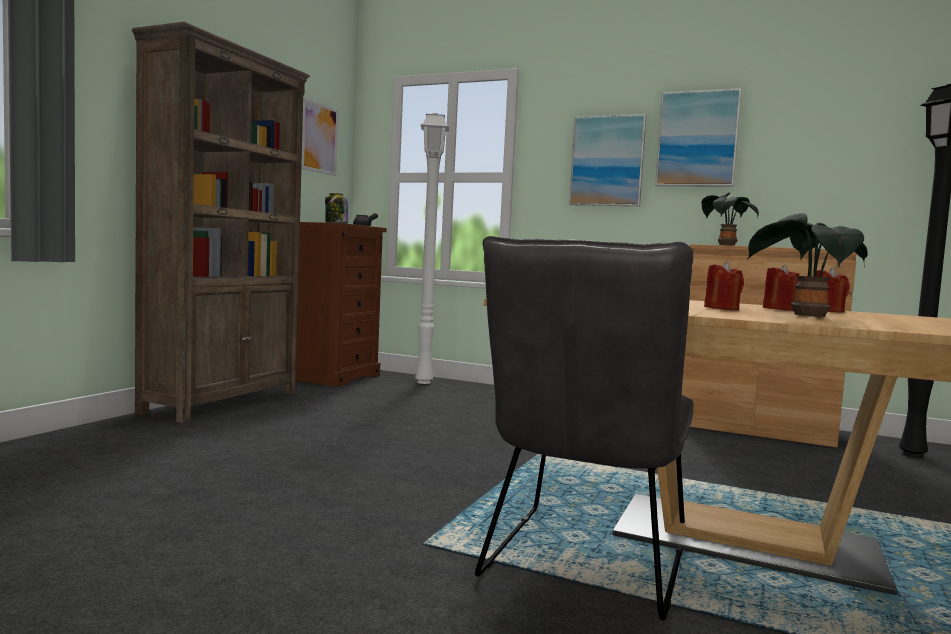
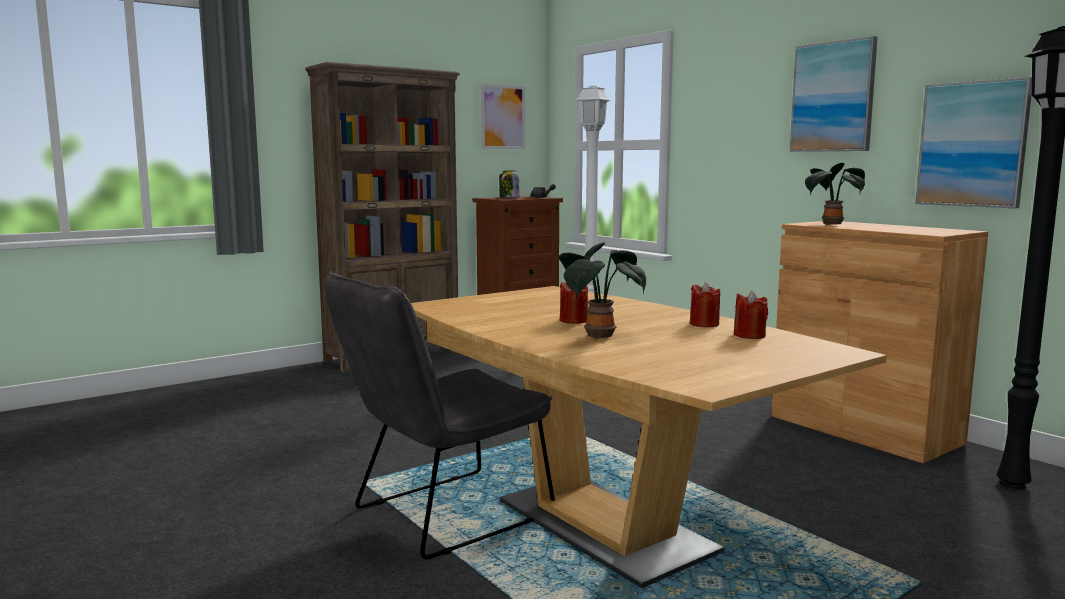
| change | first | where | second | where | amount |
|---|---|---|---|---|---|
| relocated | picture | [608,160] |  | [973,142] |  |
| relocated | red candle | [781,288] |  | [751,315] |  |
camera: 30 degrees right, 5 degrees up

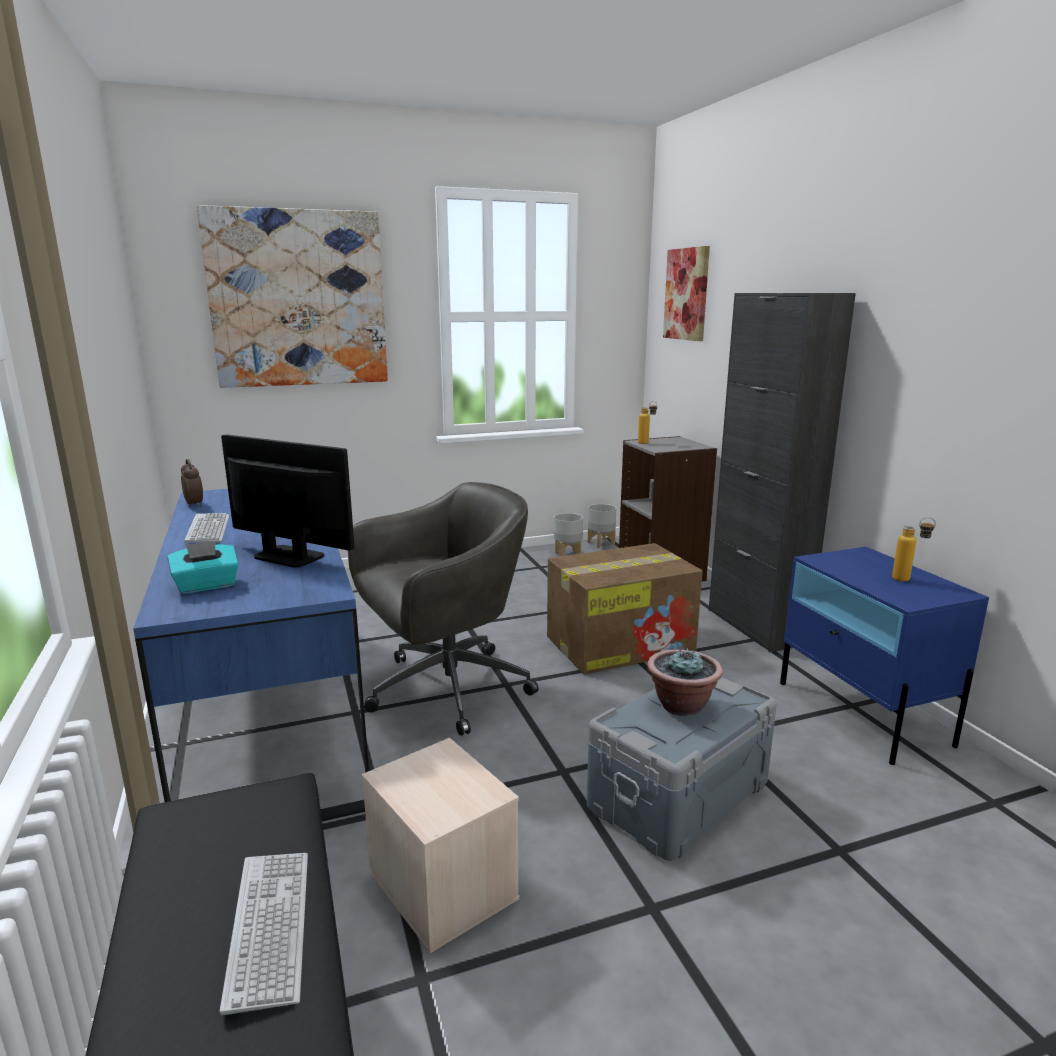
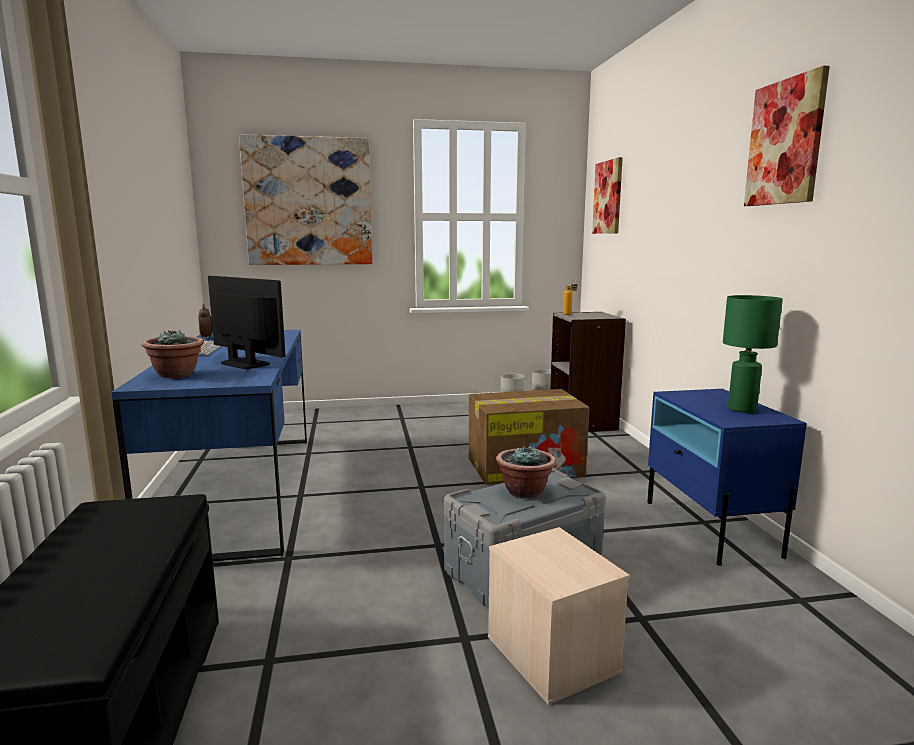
| change | first | where | second | where | amount |
|---|---|---|---|---|---|
| missing | black cabinet | [782,472] |  |  |  |
| missing | grey office chair | [443,609] |  |  |  |
| exchanged | bottle | [914,549] | green table lamp | [753,354] |  |
| exchanged | turquoise tissue box | [203,567] | potted plant | [173,354] |  |
| relocated | beige storage box | [441,845] |  | [559,616] |  |
| missing | keyboard | [264,934] |  |  |  |
| appeared |  |  | picture | [787,136] |  |
camera: 10 degrees right, 5 degrees down

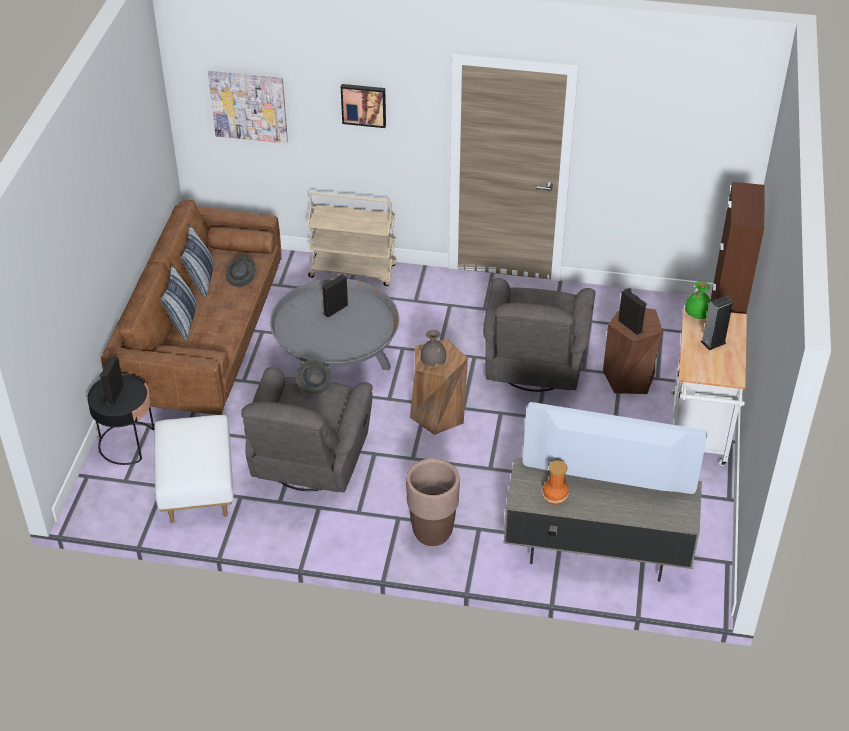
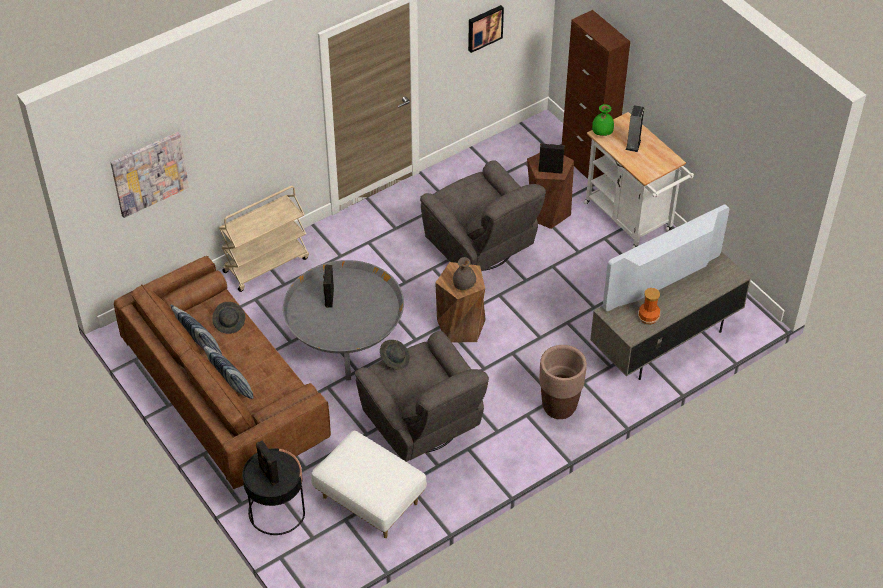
| change | first | where | second | where | amount |
|---|---|---|---|---|---|
| relocated | picture | [363,106] |  | [486,29] |  |
camera: 45 degrees left, 5 degrees up

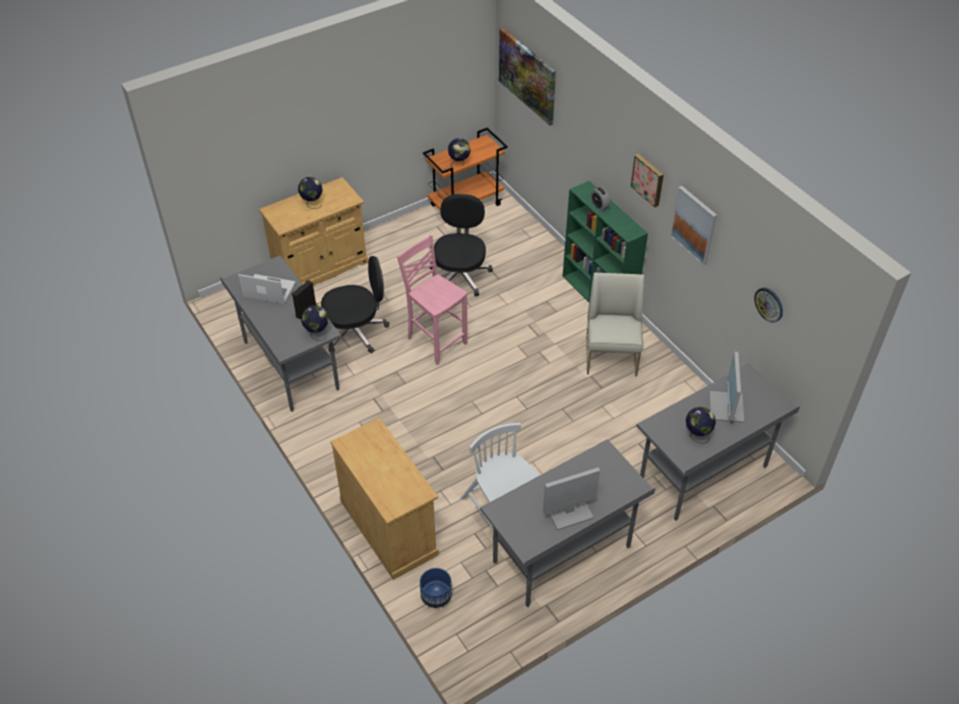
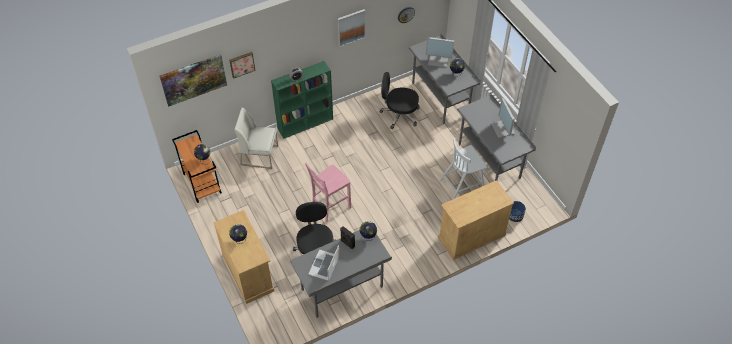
| change | first | where | second | where | amount |
|---|---|---|---|---|---|
| relocated | picture | [647,180] |  | [242,65] |  |
| relocated | black office chair | [461,245] |  | [399,100] |  |
| relocated | white chair | [615,325] |  | [256,138] |  |
camera: 85 degrees left, 5 degrees up

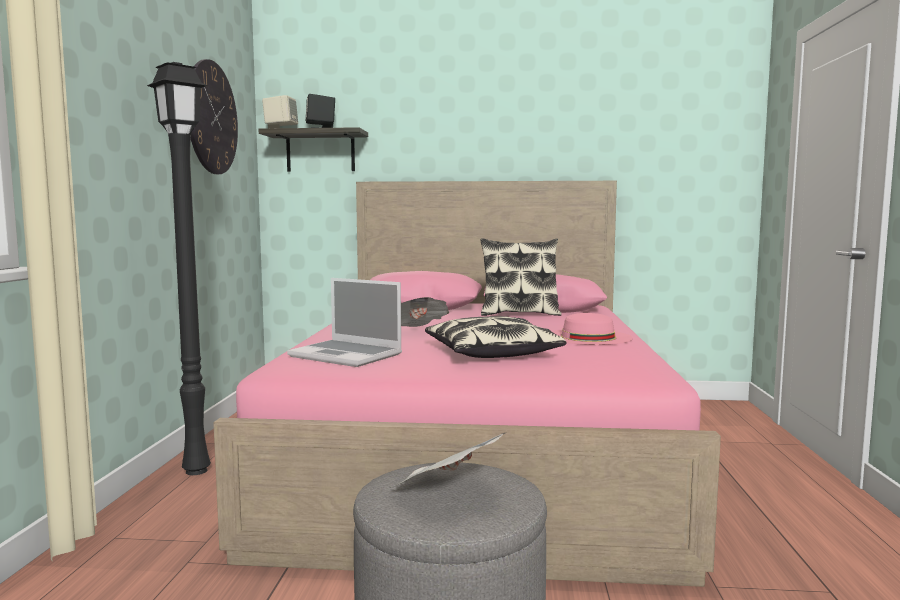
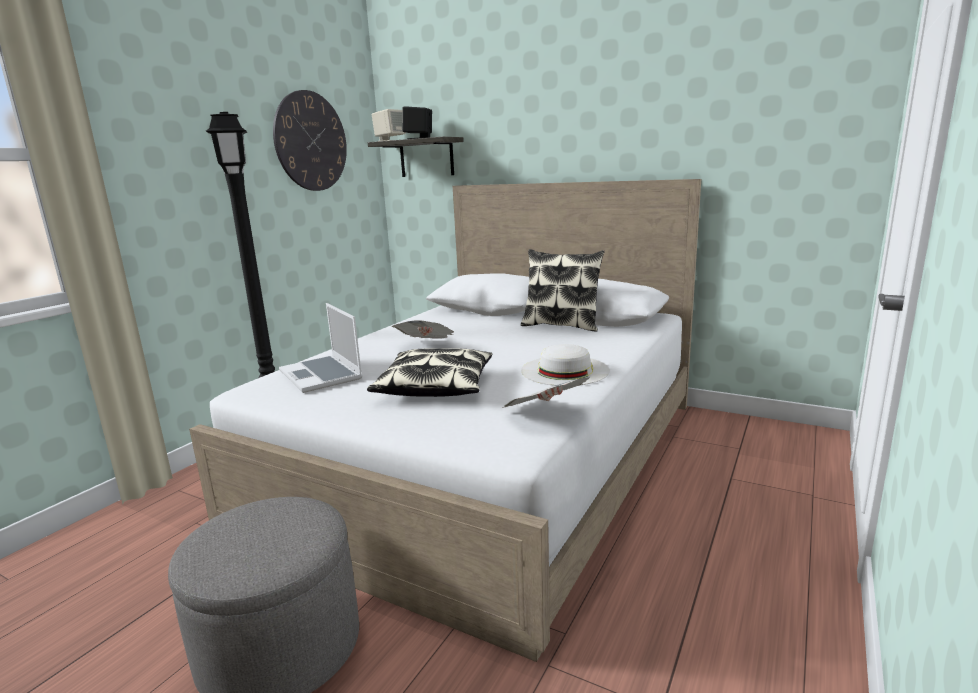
| change | first | where | second | where | amount |
|---|---|---|---|---|---|
| colour | pink bed | [467,384] | white bed | [445,420] |  |
| colour | pink hat | [592,329] | white hat | [565,365] |  |
| relocated | newspaper | [447,460] |  | [546,392] |  |
camera: 25 degrees right, 10 degrees up

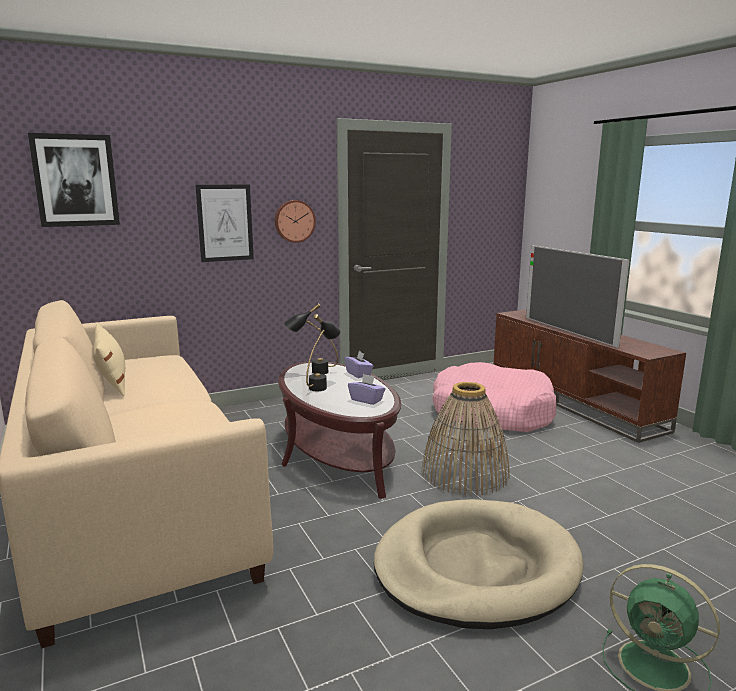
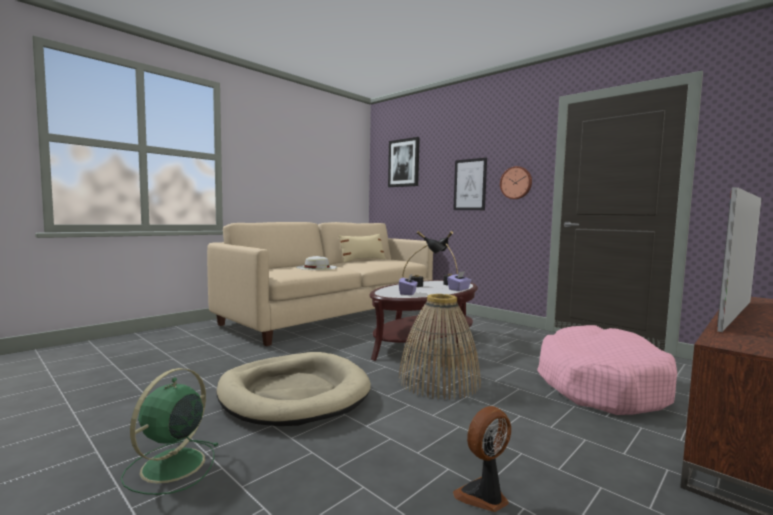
| change | first | where | second | where | amount |
|---|---|---|---|---|---|
| appeared |  |  | white hat | [317,263] |  |
| appeared |  |  | fan | [482,459] |  |
camera: 70 degrees right, 10 degrees down

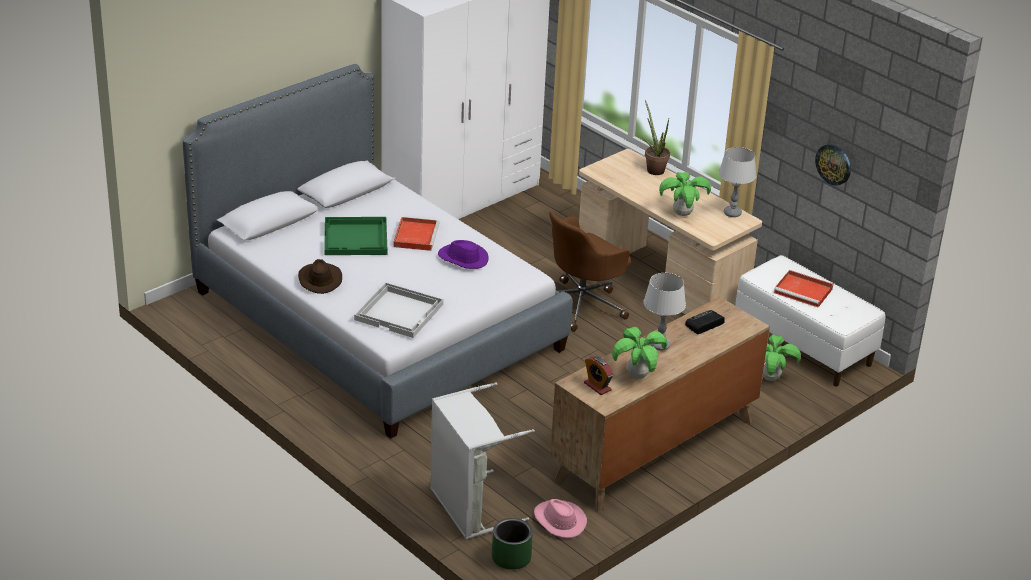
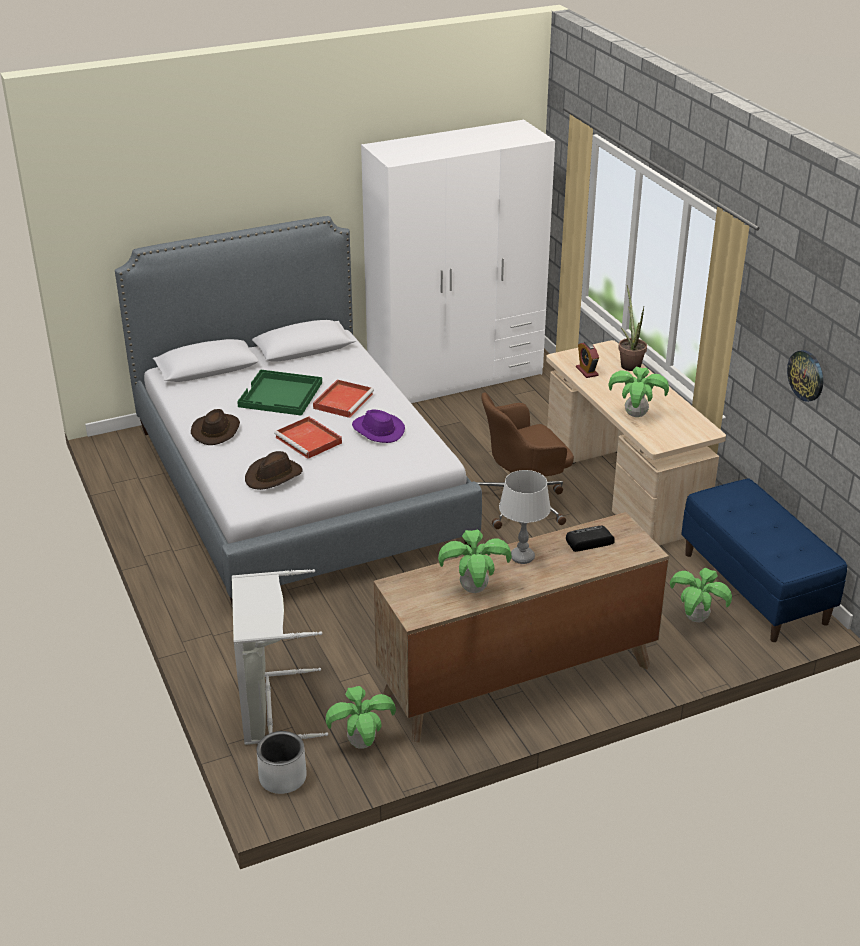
| change | first | where | second | where | amount |
|---|---|---|---|---|---|
| missing | grey table lamp | [737,182] |  |  |  |
| colour | white bench | [810,321] | blue bench | [764,560] |  |
| relocated | red tray | [803,288] |  | [308,437] |  |
| exchanged | white tray | [398,310] | brown hat | [274,470] |  |
| relocated | alarm clock | [599,375] |  | [587,359] |  |
| exchanged | pink hat | [560,518] | potted plant | [360,717] |  |
| colour | green planter | [512,544] | grey planter | [282,762] |  |
camera: 20 degrees right, 0 degrees up

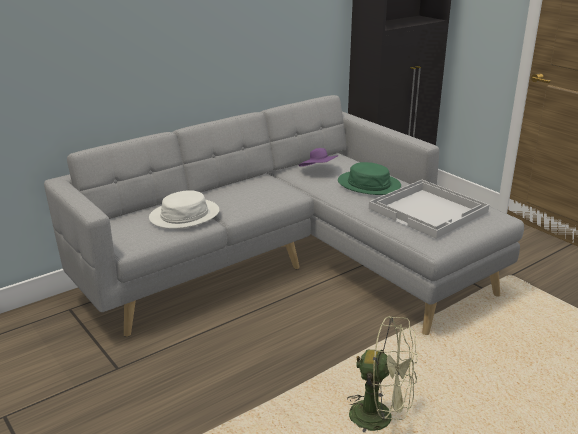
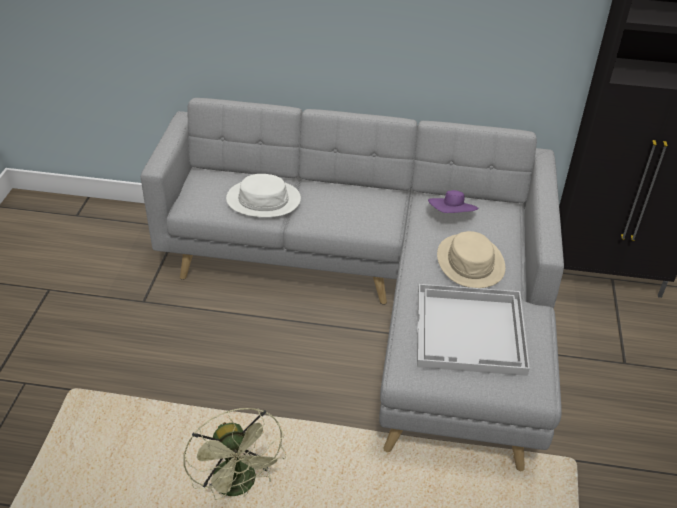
| change | first | where | second | where | amount |
|---|---|---|---|---|---|
| colour | green hat | [369,178] | beige hat | [471,259] |  |
camera: 45 degrees right, 15 degrees up

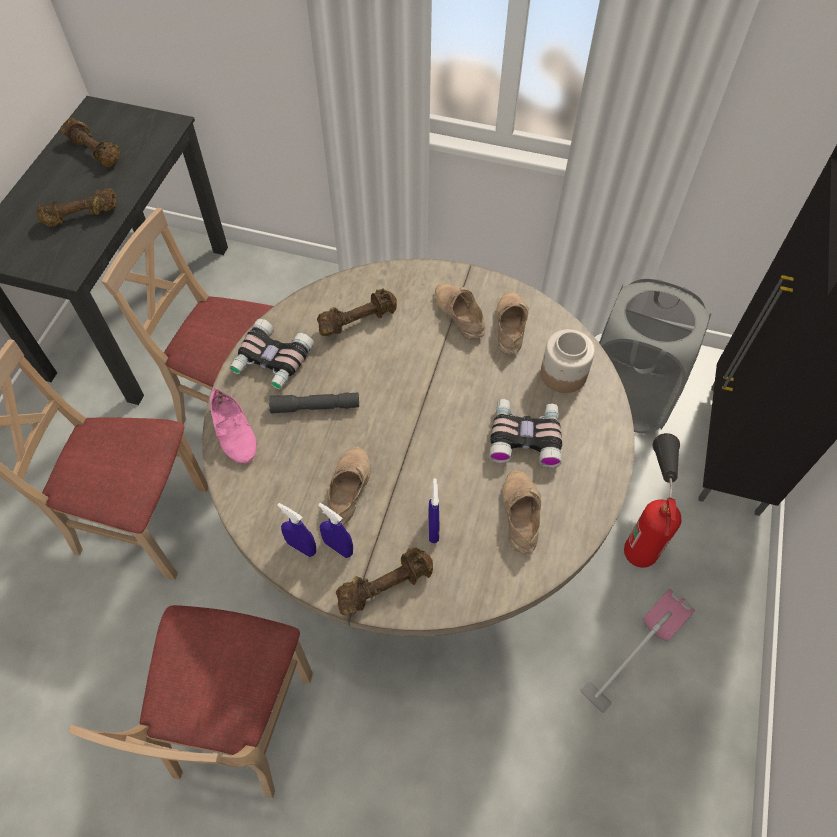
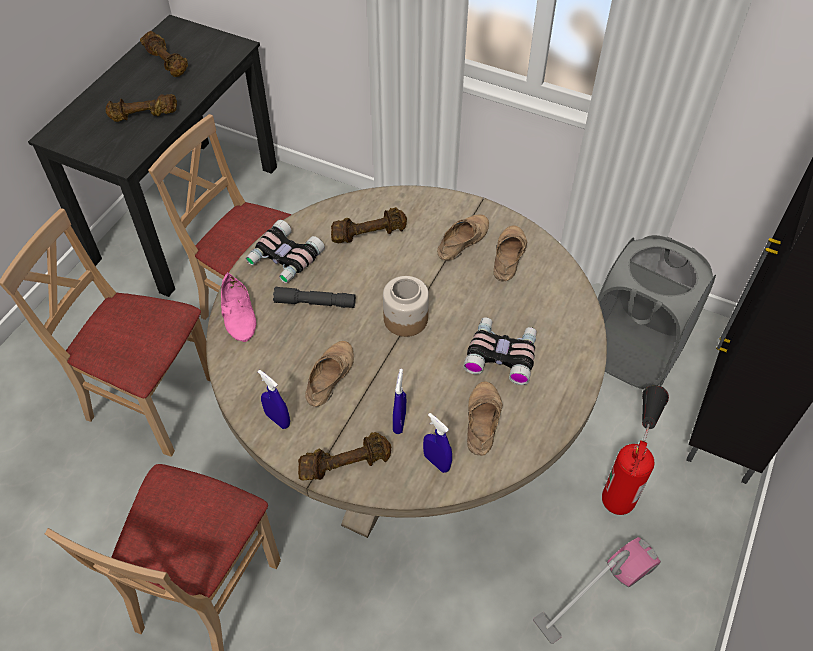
| change | first | where | second | where | amount |
|---|---|---|---|---|---|
| spun | beige shoe | [460,311] |  | [463,238] | 60 degrees clockwise |
| relocated | jar | [568,361] |  | [406,306] |  |
| relocated | blue spray bottle | [335,530] |  | [437,443] |  |
camera: 10 degrees right, 5 degrees down

